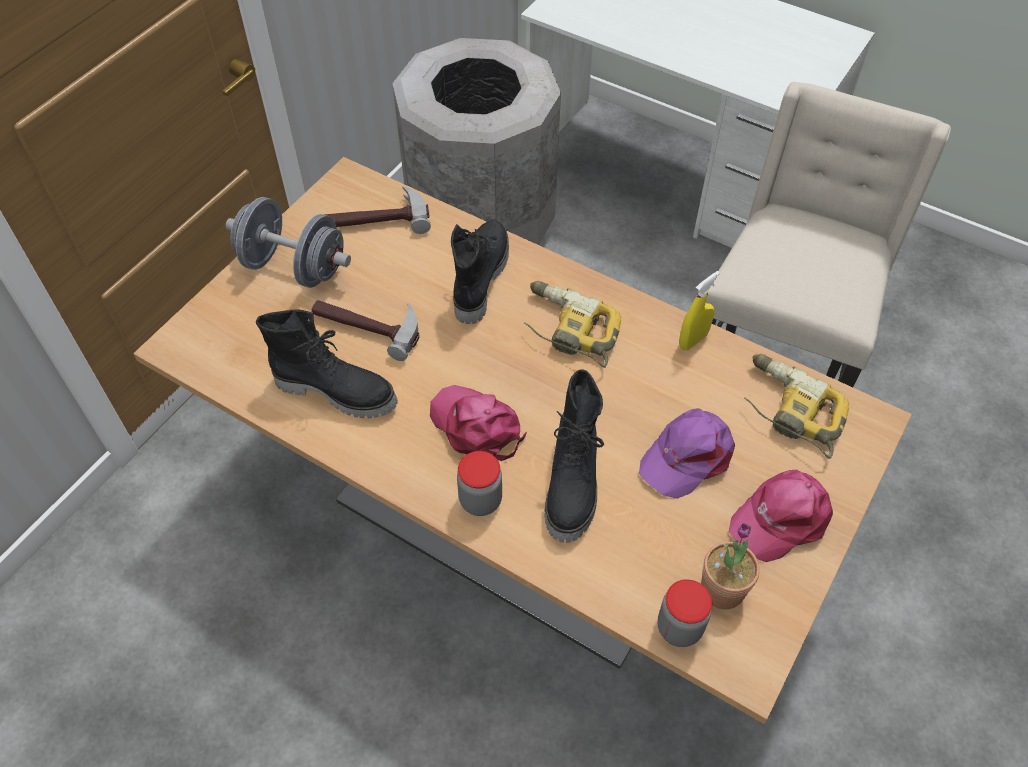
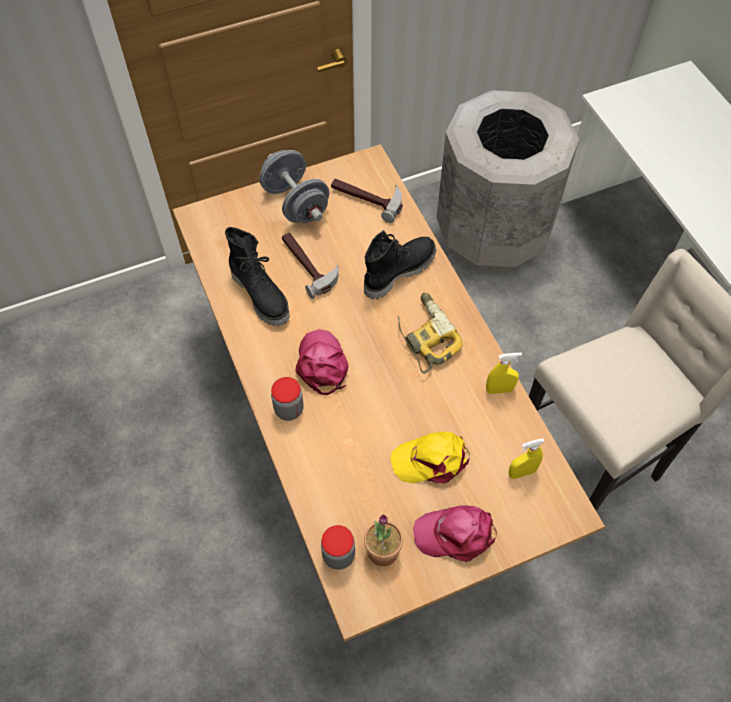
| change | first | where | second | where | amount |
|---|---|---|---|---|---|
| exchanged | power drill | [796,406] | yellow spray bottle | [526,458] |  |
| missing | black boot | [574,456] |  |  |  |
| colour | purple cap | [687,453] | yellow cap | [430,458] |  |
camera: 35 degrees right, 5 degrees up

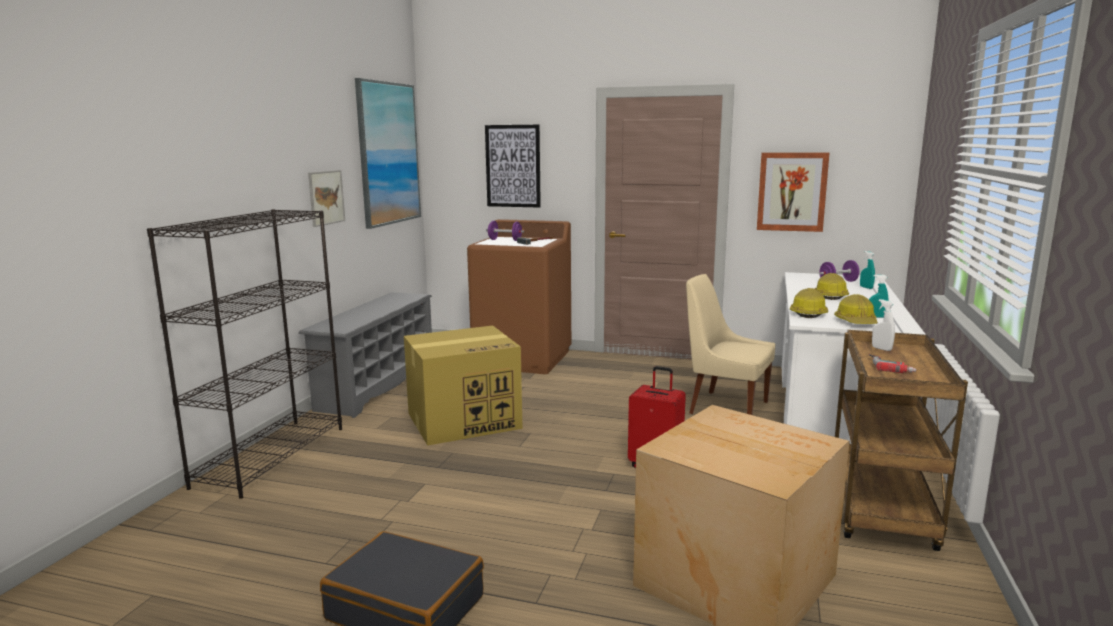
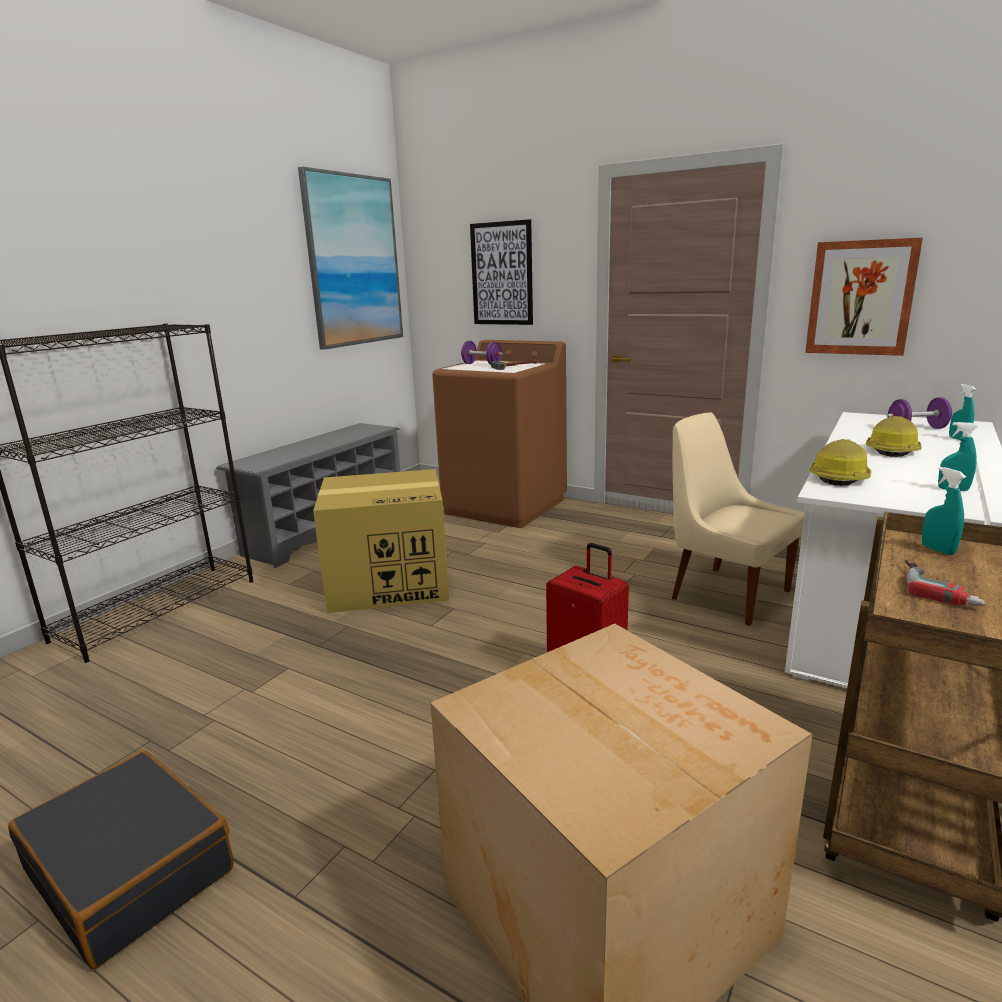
| change | first | where | second | where | amount |
|---|---|---|---|---|---|
| missing | picture | [326,198] |  |  |  |
| missing | hard hat | [856,309] |  |  |  |
| colour | white spray bottle | [883,325] | turquoise spray bottle | [944,511] |  |
camera: 15 degrees right, 5 degrees up

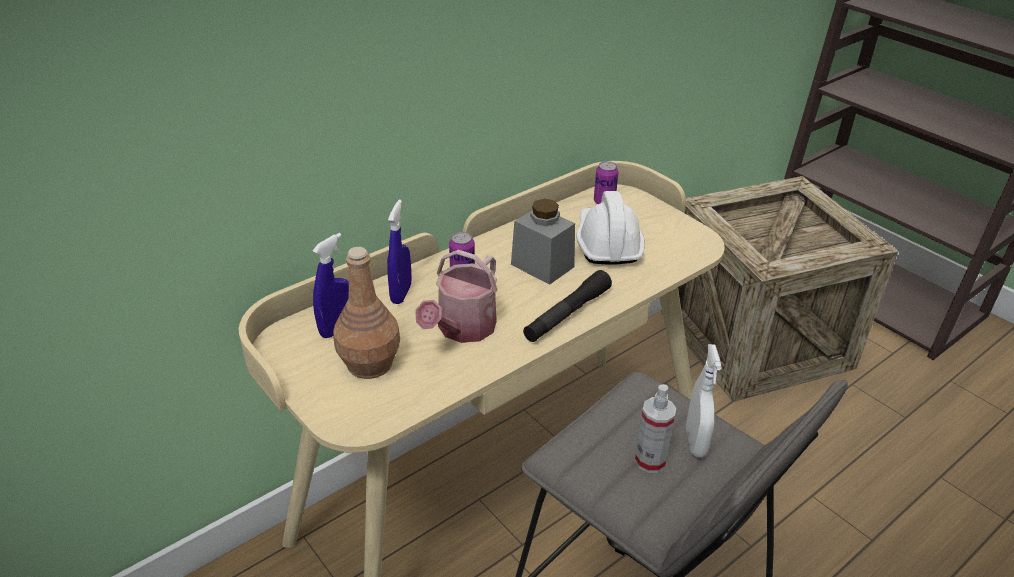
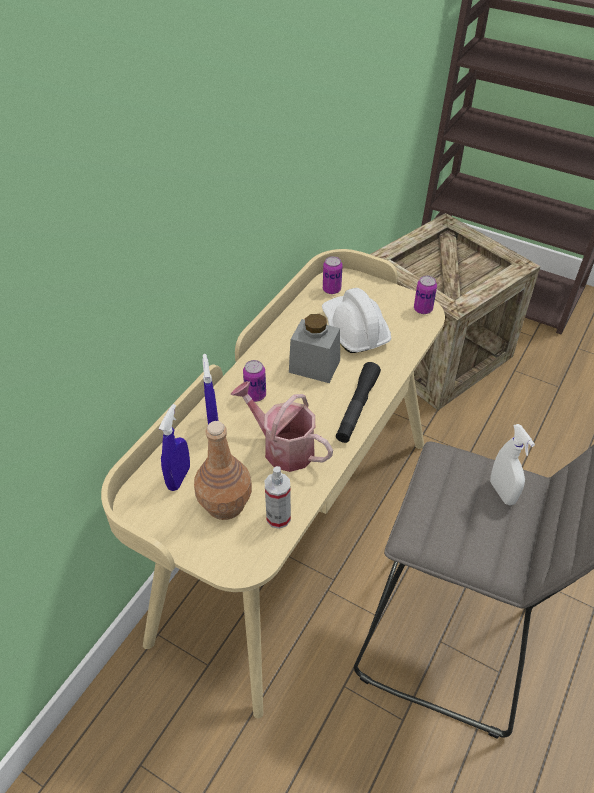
| change | first | where | second | where | amount |
|---|---|---|---|---|---|
| spun | watering can | [456,296] |  | [282,426] | 120 degrees clockwise |
| relocated | spray bottle | [655,428] |  | [278,497] |  |
| appeared |  |  | can | [425,295] |  |
camera: 20 degrees left, 10 degrees up

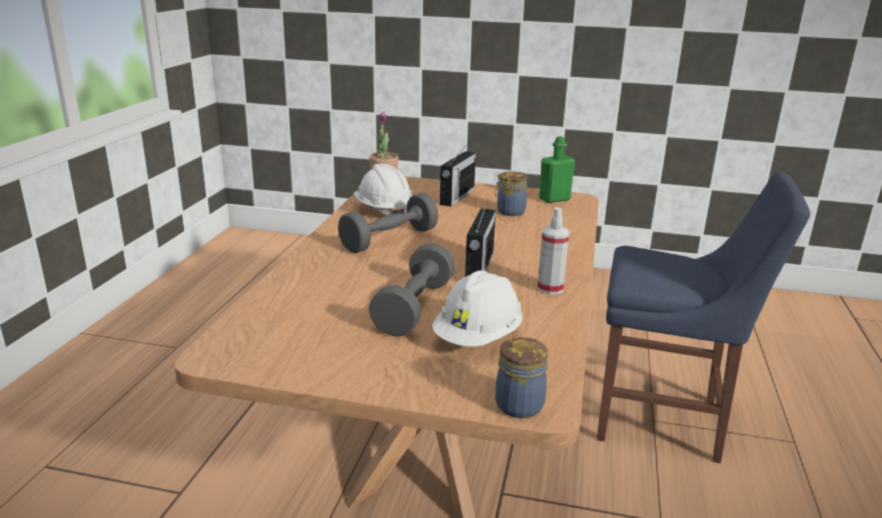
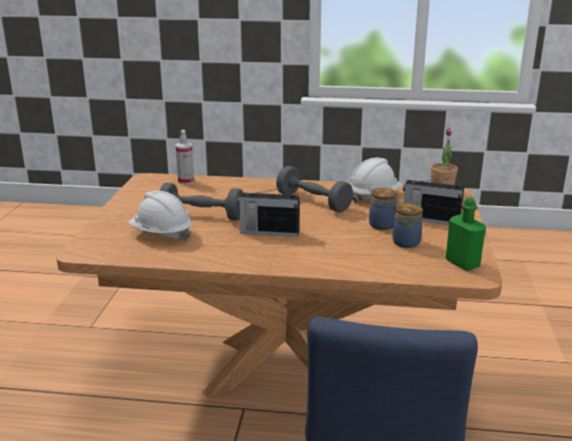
| change | first | where | second | where | amount |
|---|---|---|---|---|---|
| relocated | spray bottle | [553,251] |  | [184,157] |  |
| relocated | jar | [521,377] |  | [384,209] |  |
camera: 85 degrees right, 0 degrees up

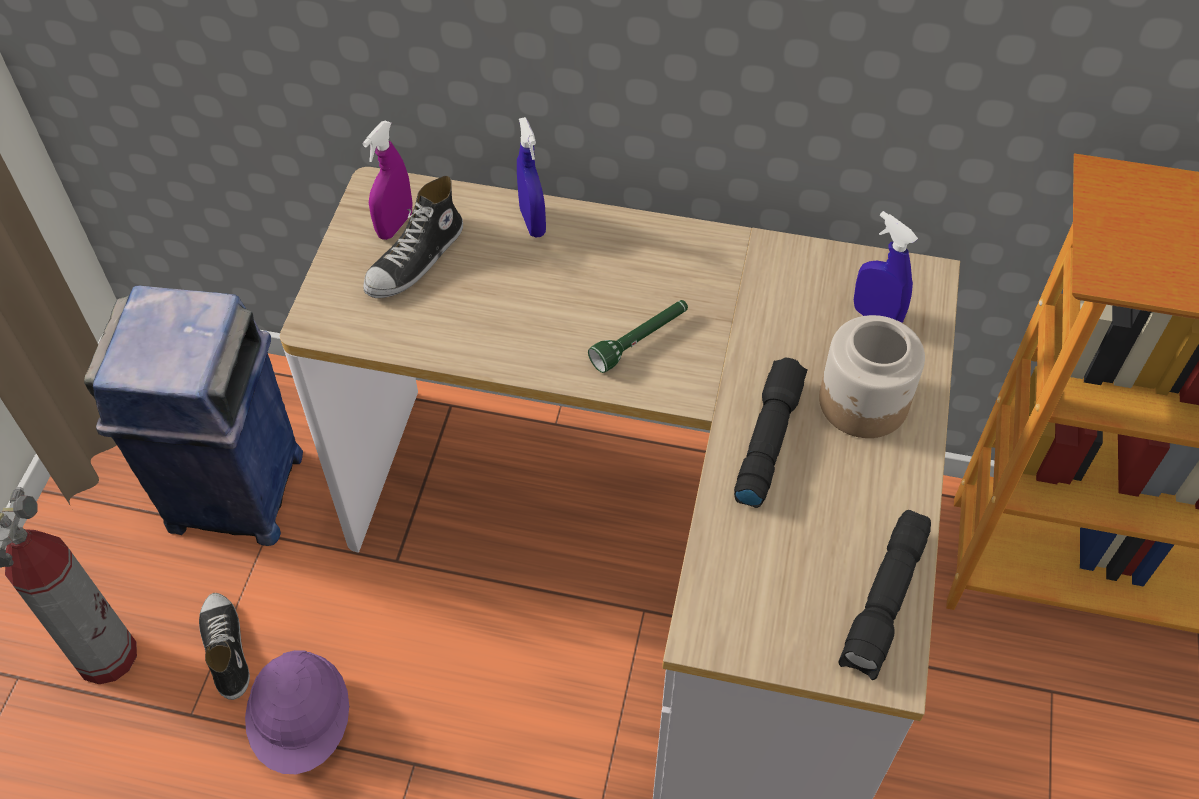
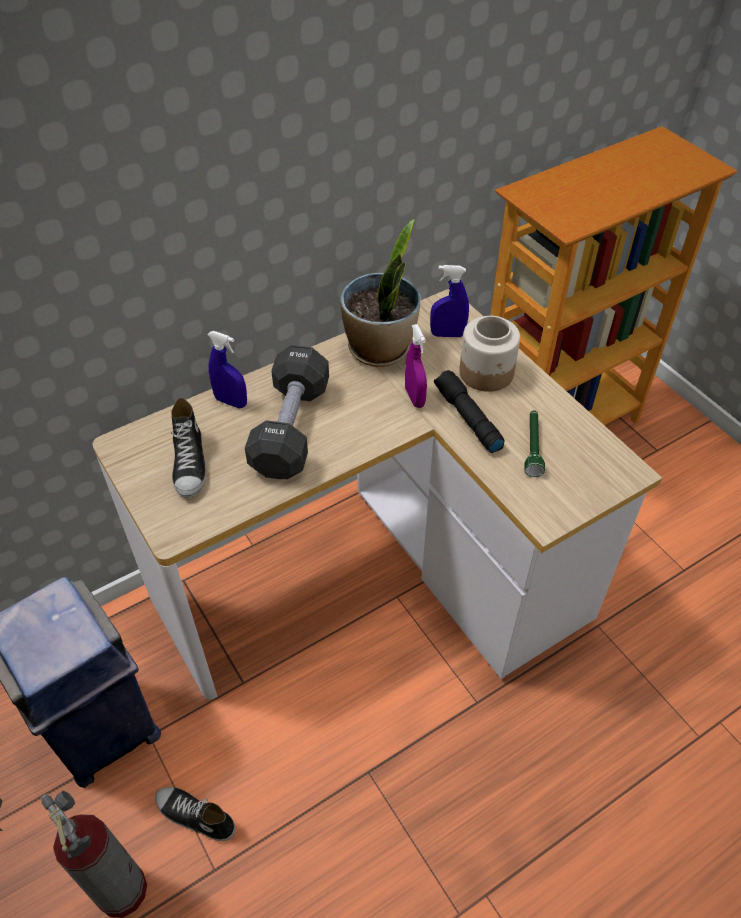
| change | first | where | second | where | amount |
|---|---|---|---|---|---|
| relocated | purple spray bottle | [387,180] |  | [416,366] |  |
| relocated | green flashlight | [638,336] |  | [534,443] |  |
| missing | black flashlight | [885,595] |  |  |  |
| missing | purple hard hat | [297,712] |  |  |  |
| appeared |  |  | potted plant | [380,293] |  |
| appeared |  |  | black dumbbell | [287,412] |  |
camera: 45 degrees left, 5 degrees down

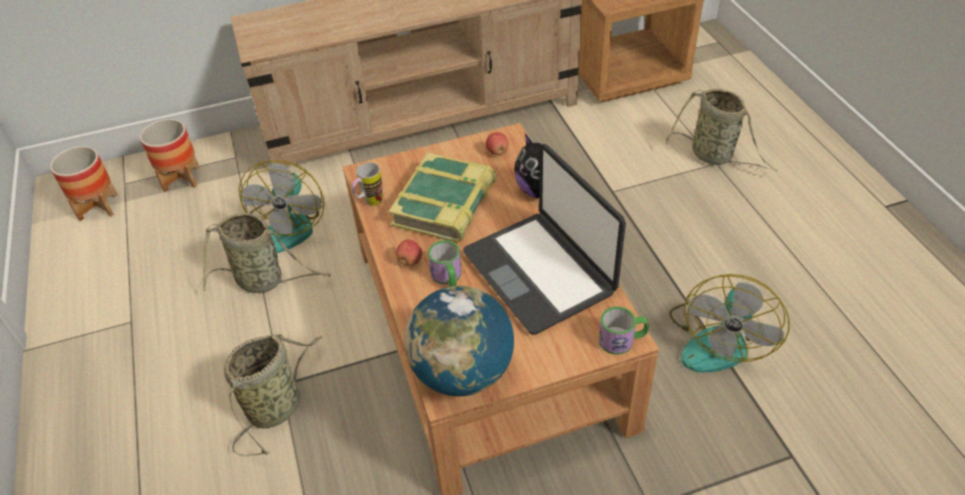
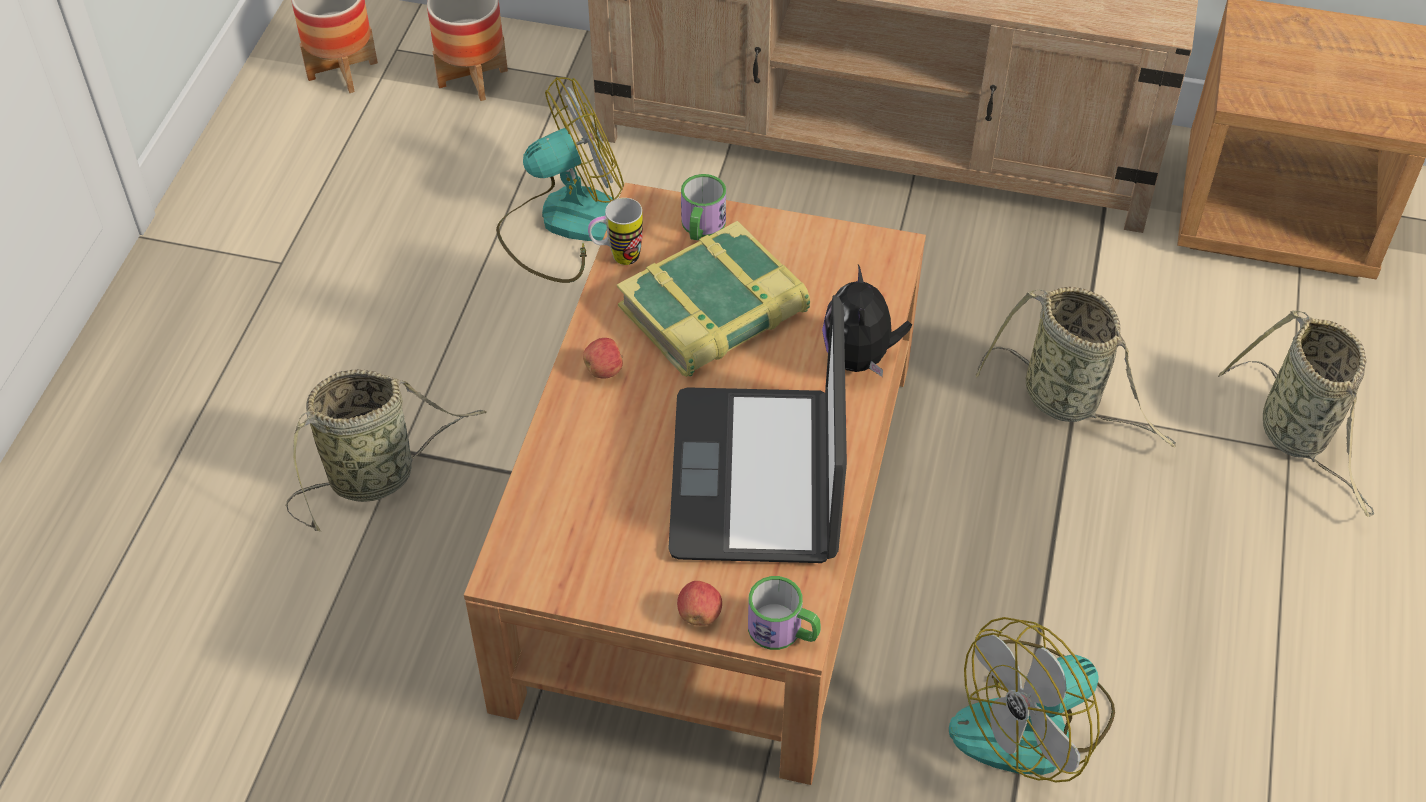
| change | first | where | second | where | amount |
|---|---|---|---|---|---|
| relocated | apple | [497,143] |  | [699,603] |  |
| spun | fan | [282,206] |  | [560,180] | 150 degrees counterclockwise |
| relocated | basket | [267,253] |  | [1076,367] |  |
| relocated | mug | [445,263] |  | [703,207] |  |
| missing | globe | [459,341] |  |  |  |
camera: 30 degrees right, 5 degrees up

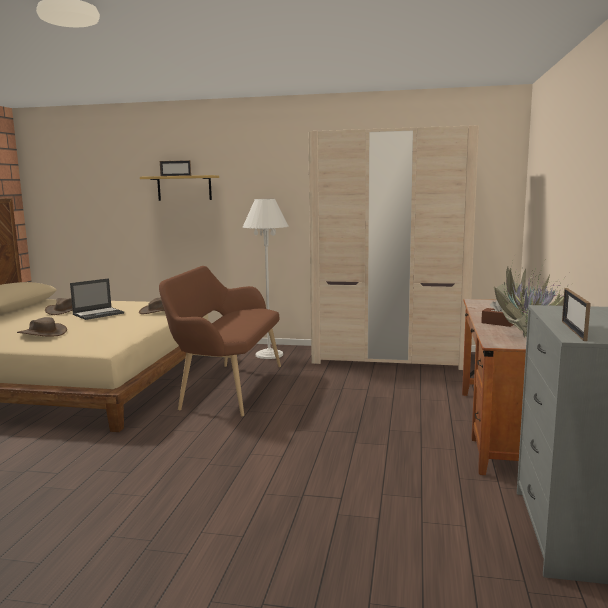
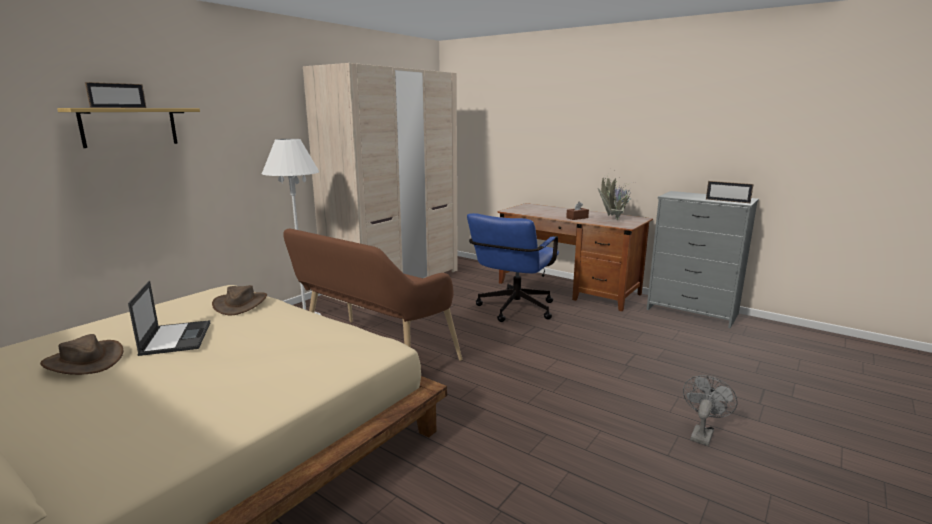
| change | first | where | second | where | amount |
|---|---|---|---|---|---|
| missing | brown hat | [42,327] |  |  |  |
| appeared |  |  | blue office chair | [513,267] |  |
| appeared |  |  | grey fan | [710,410] |  |
camera: 65 degrees left, 5 degrees up

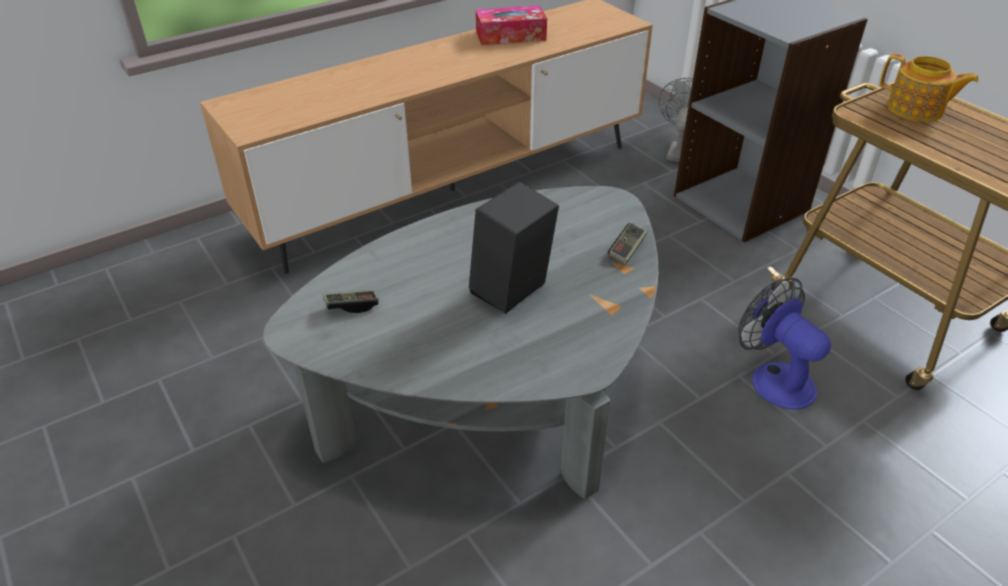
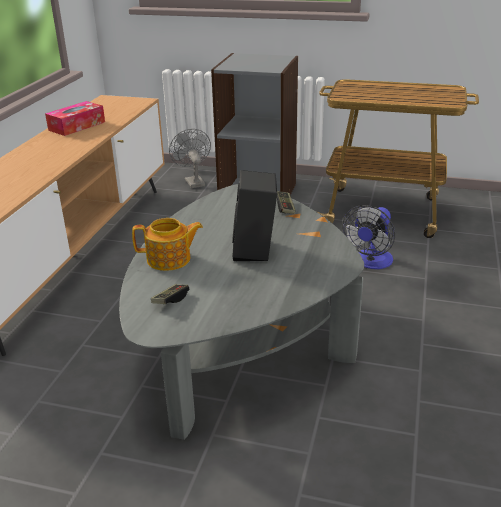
| change | first | where | second | where | amount |
|---|---|---|---|---|---|
| relocated | teapot | [929,88] |  | [167,244] |  |
| spun | fan | [784,344] |  | [368,237] | 75 degrees counterclockwise |
camera: 40 degrees left, 10 degrees down

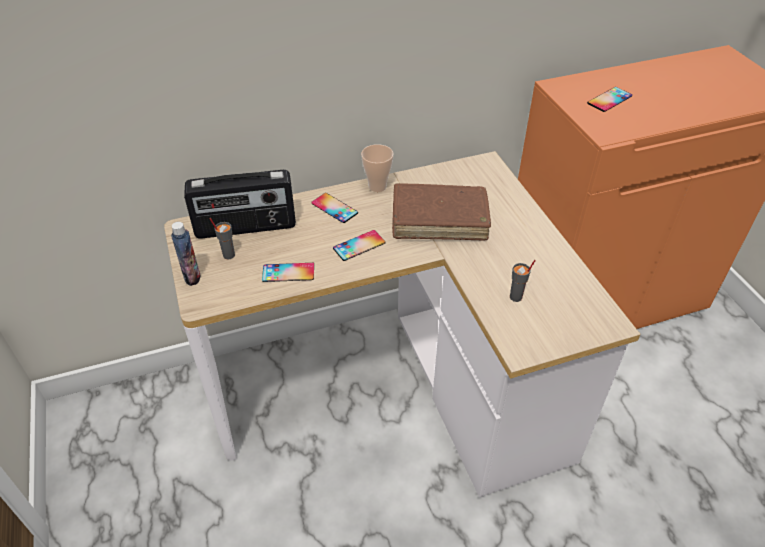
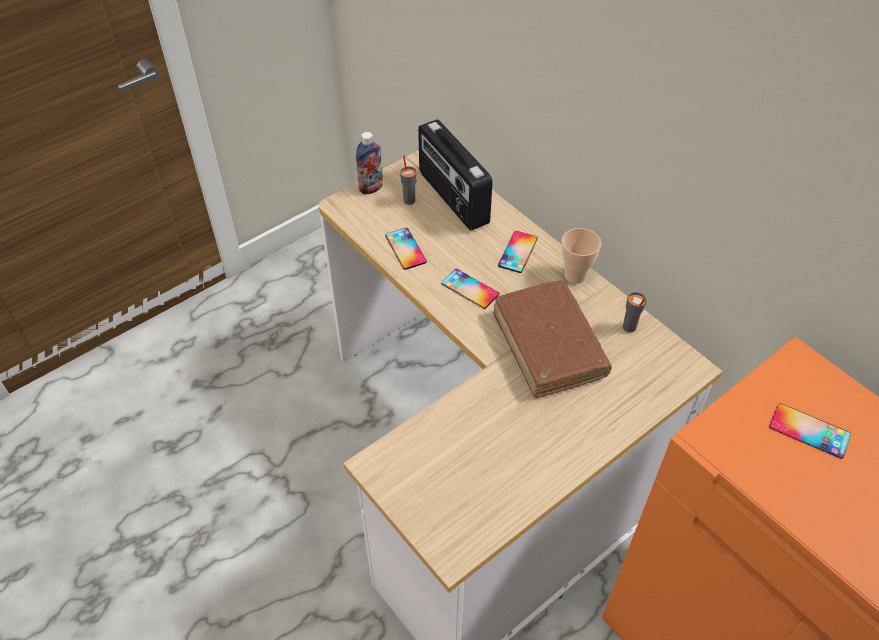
| change | first | where | second | where | amount |
|---|---|---|---|---|---|
| relocated | grey cup | [523,281] |  | [635,312] |  |
camera: 70 degrees right, 5 degrees up

